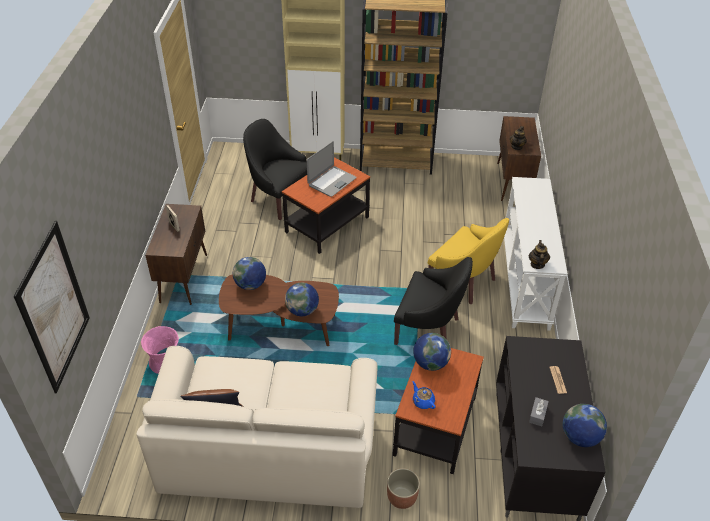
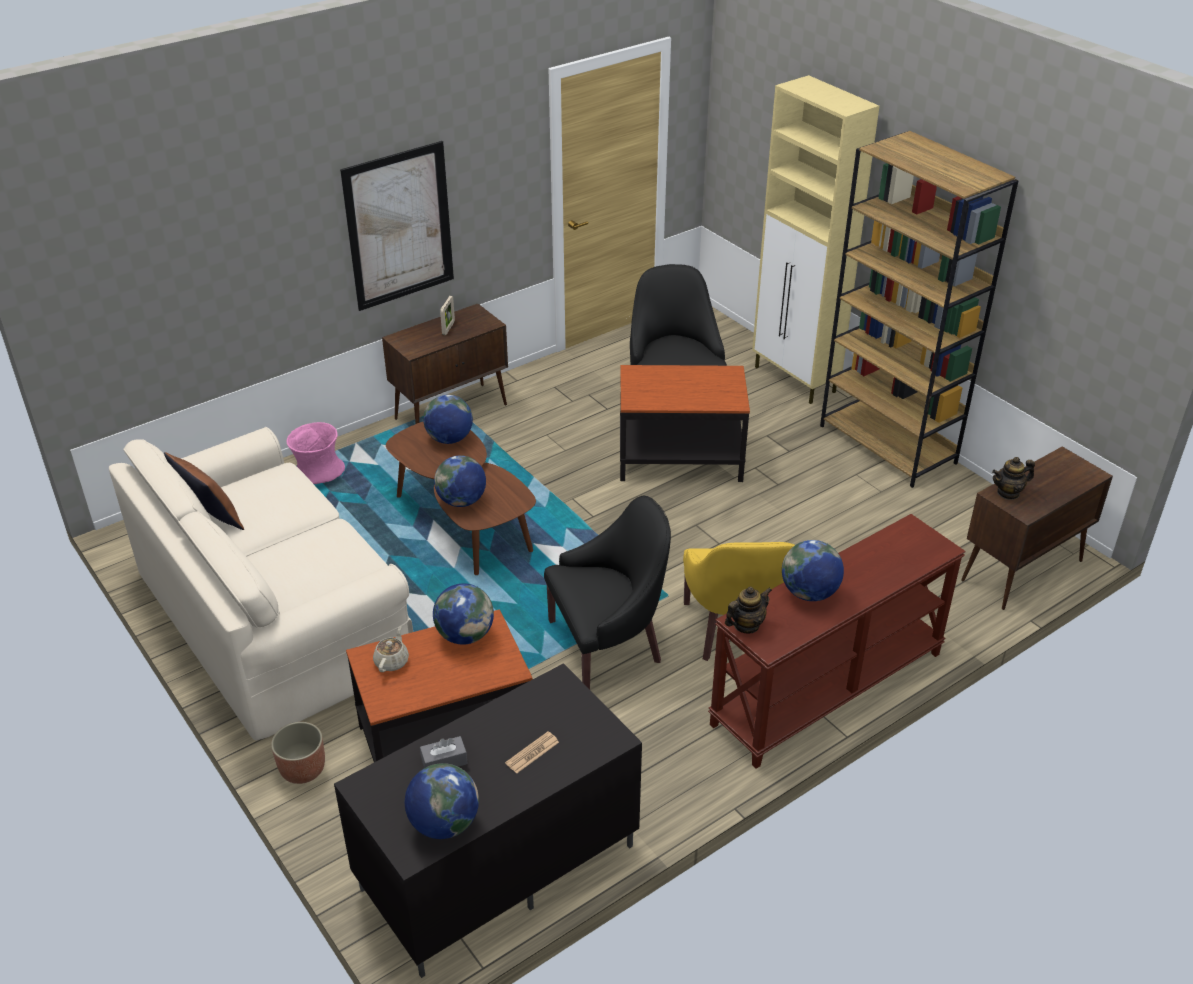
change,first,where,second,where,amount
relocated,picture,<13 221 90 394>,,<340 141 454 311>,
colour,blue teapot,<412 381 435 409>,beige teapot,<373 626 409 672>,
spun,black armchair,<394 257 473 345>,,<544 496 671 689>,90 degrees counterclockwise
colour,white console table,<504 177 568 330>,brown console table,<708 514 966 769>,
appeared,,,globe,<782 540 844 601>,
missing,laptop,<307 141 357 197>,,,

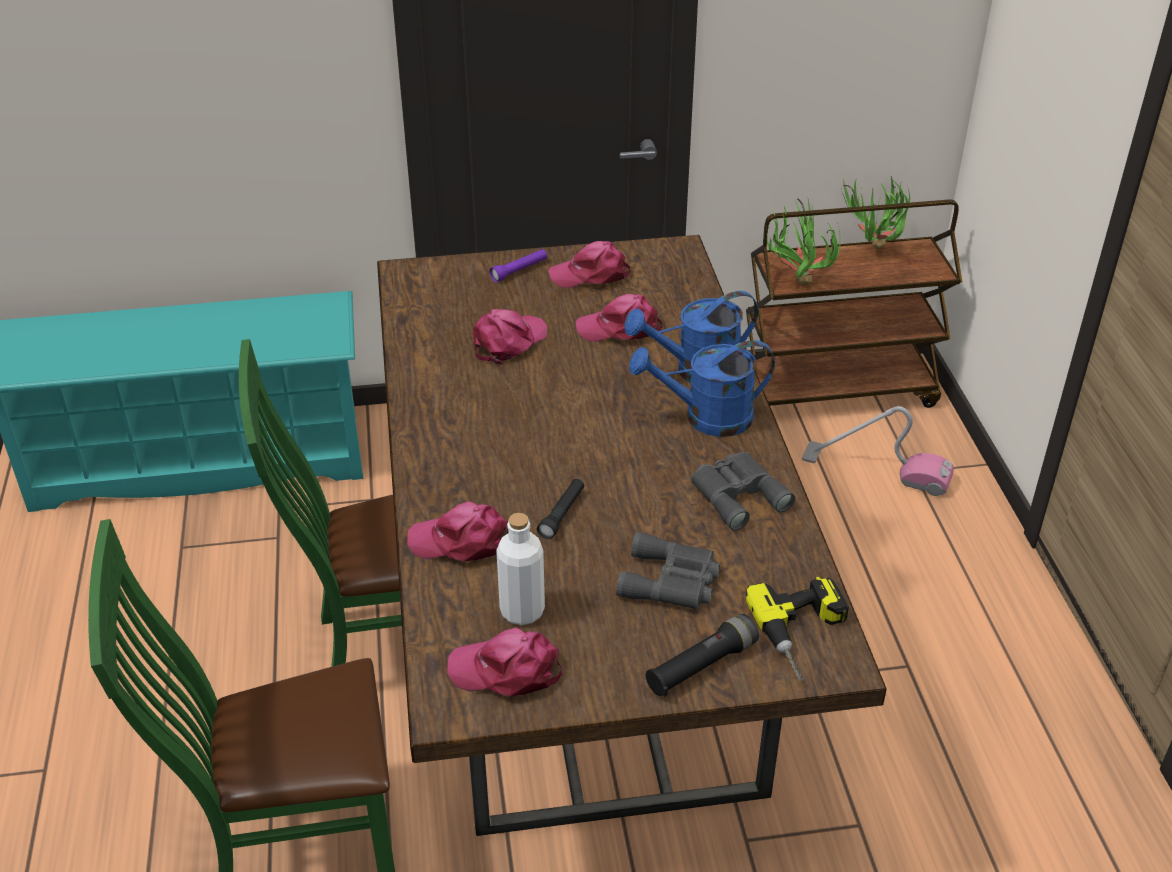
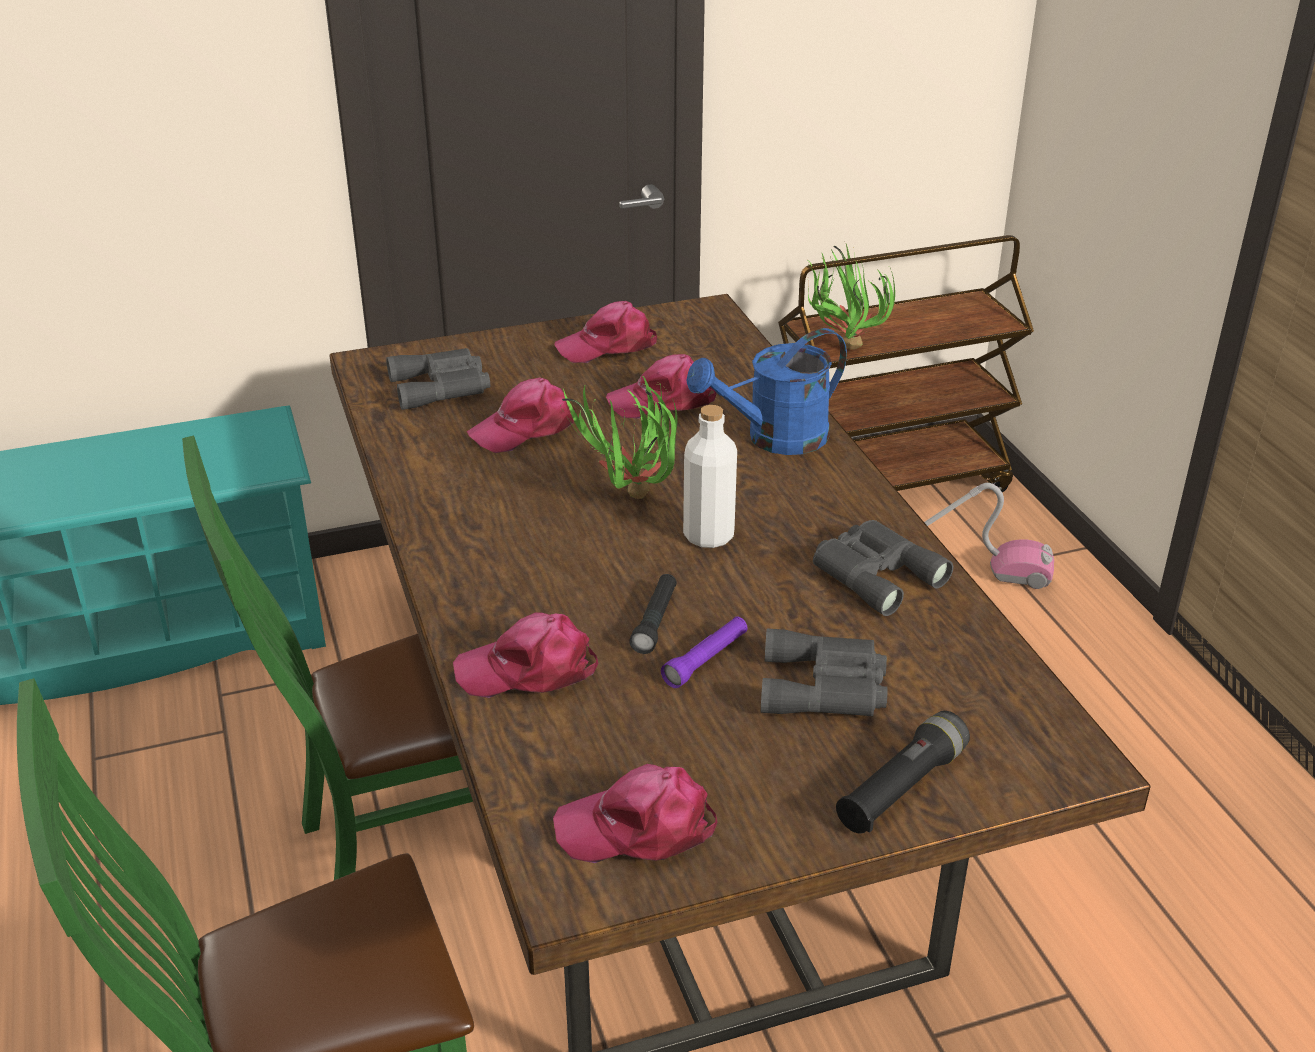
change,first,where,second,where,amount
appeared,,,grey binoculars,<386 348 490 410>,
spun,pink cap,<473 309 548 364>,,<467 377 575 453>,150 degrees counterclockwise
relocated,potted plant,<841 176 910 249>,,<560 376 678 499>,
relocated,purple flashlight,<490 249 547 282>,,<661 617 748 688>,
relocated,white bottle,<496 513 545 625>,,<683 405 737 548>,
missing,blue watering can,<629 340 775 437>,,,
missing,power drill,<746 577 849 681>,,,

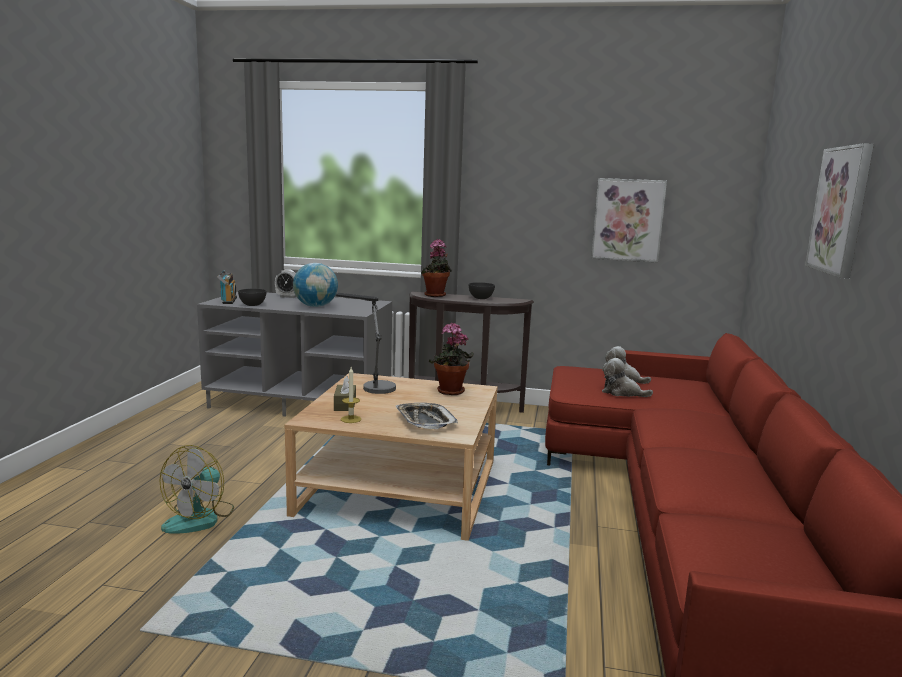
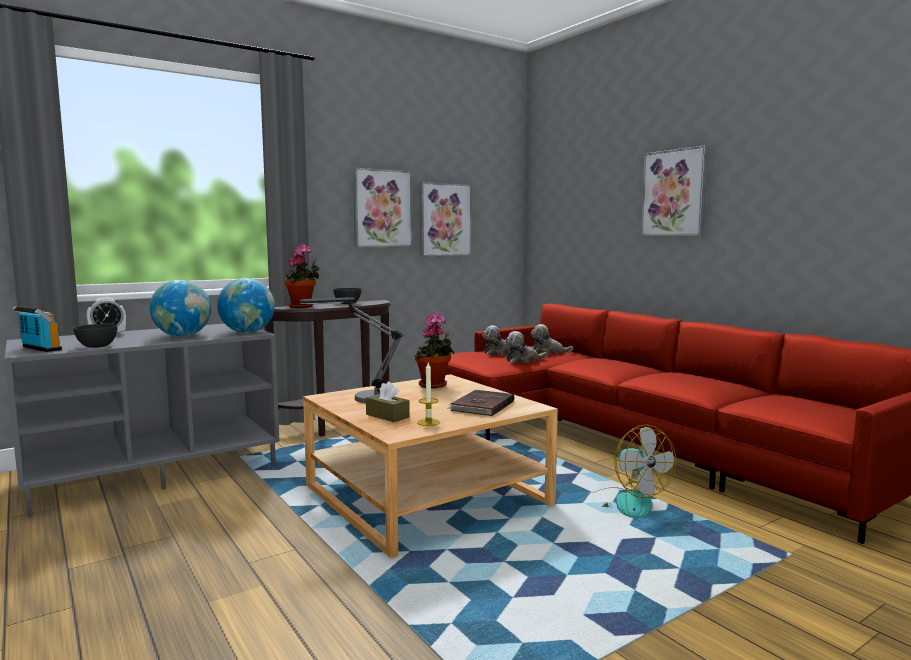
change,first,where,second,where,amount
appeared,,,globe,<217 278 275 333>,
appeared,,,picture,<353 168 412 248>,
exchanged,tray,<396 403 458 429>,brown book,<448 390 514 416>,
appeared,,,plush toy,<531 324 573 354>,
relocated,fan,<159 445 234 534>,,<591 425 676 518>,

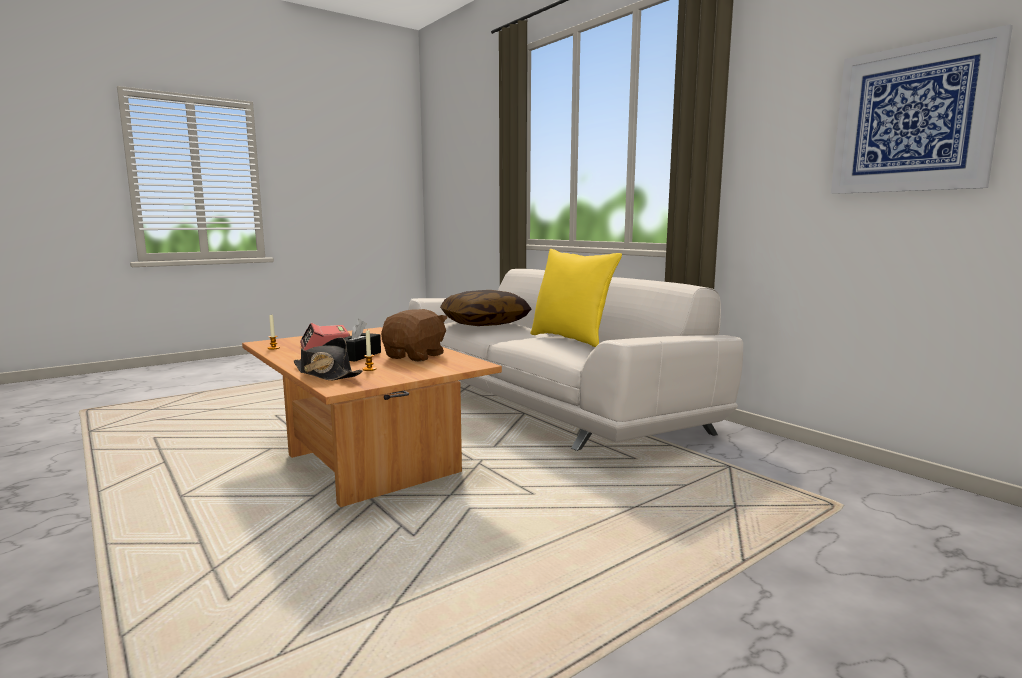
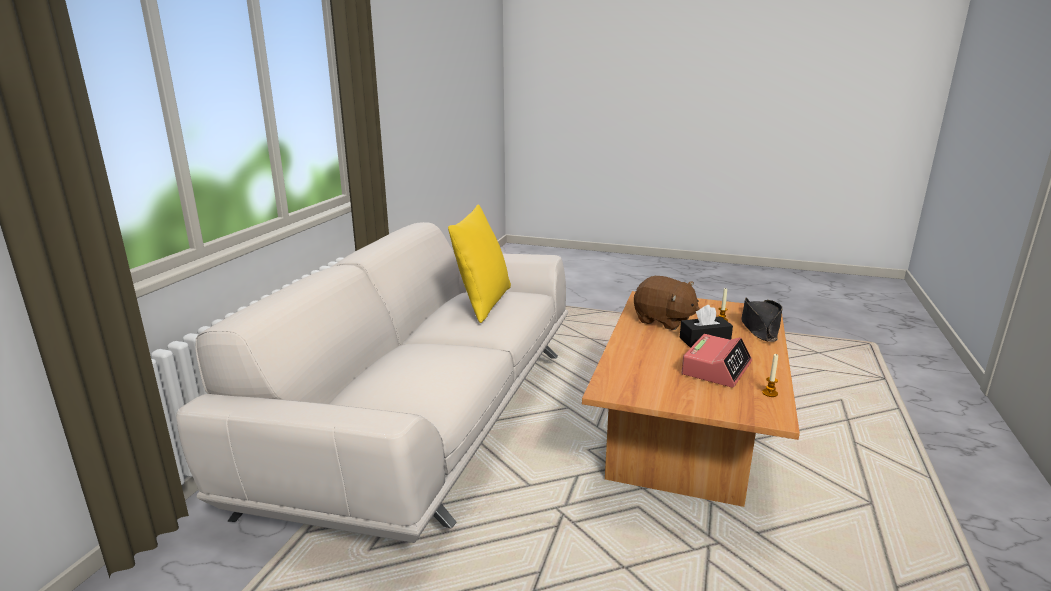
change,first,where,second,where,amount
spun,brown plush toy,<381 309 447 362>,,<634 276 700 330>,135 degrees counterclockwise
missing,pillow,<440 290 531 326>,,,
missing,picture,<831 24 1013 194>,,,

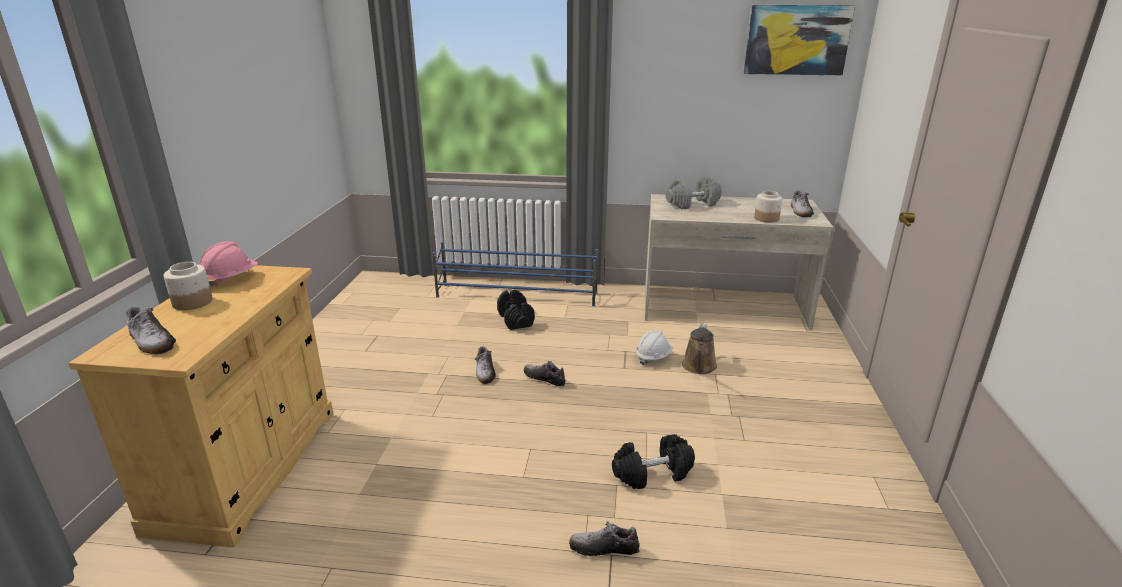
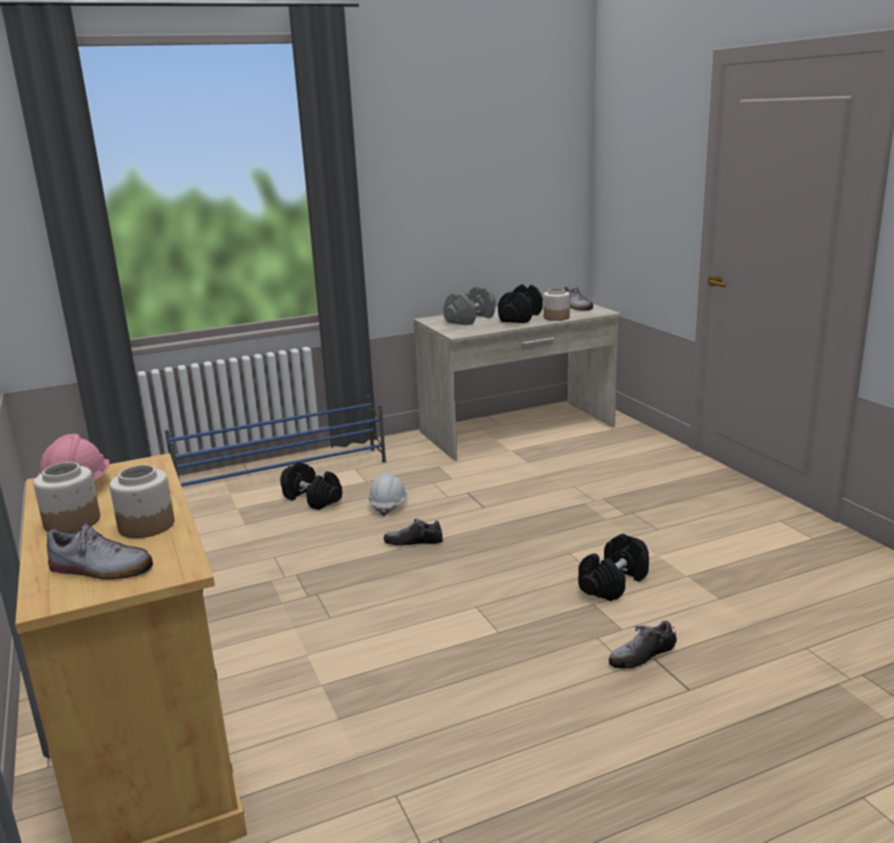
change,first,where,second,where,amount
appeared,,,jar,<109 465 174 538>,
relocated,white hard hat,<636 330 673 365>,,<368 472 408 516>,
appeared,,,black dumbbell,<498 284 543 323>,
missing,shoe,<475 346 496 384>,,,
missing,brown watering can,<682 324 717 374>,,,
missing,picture,<744 5 855 75>,,,

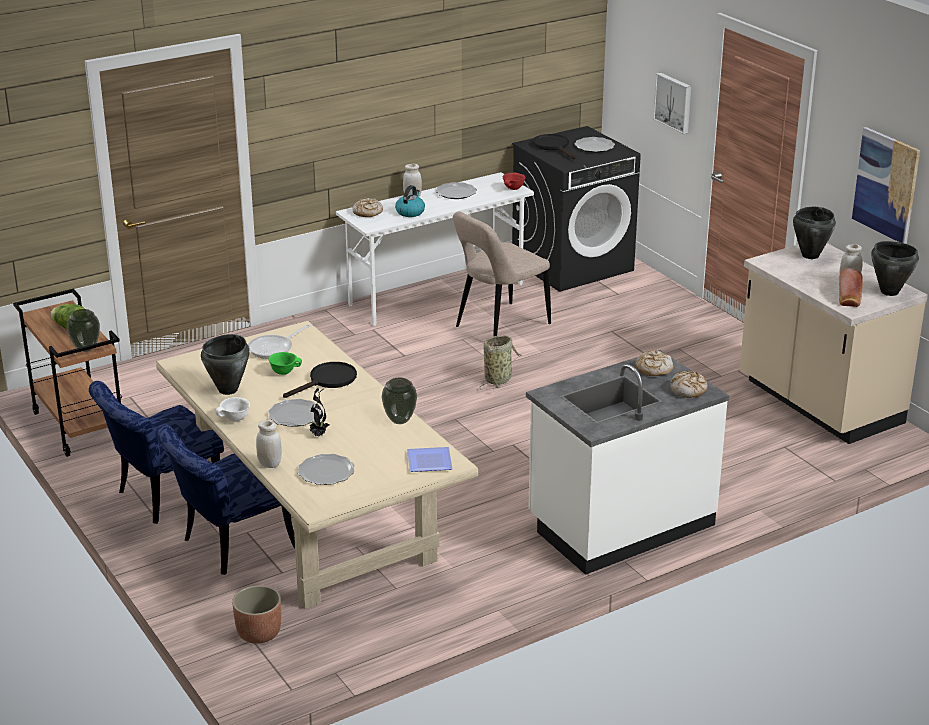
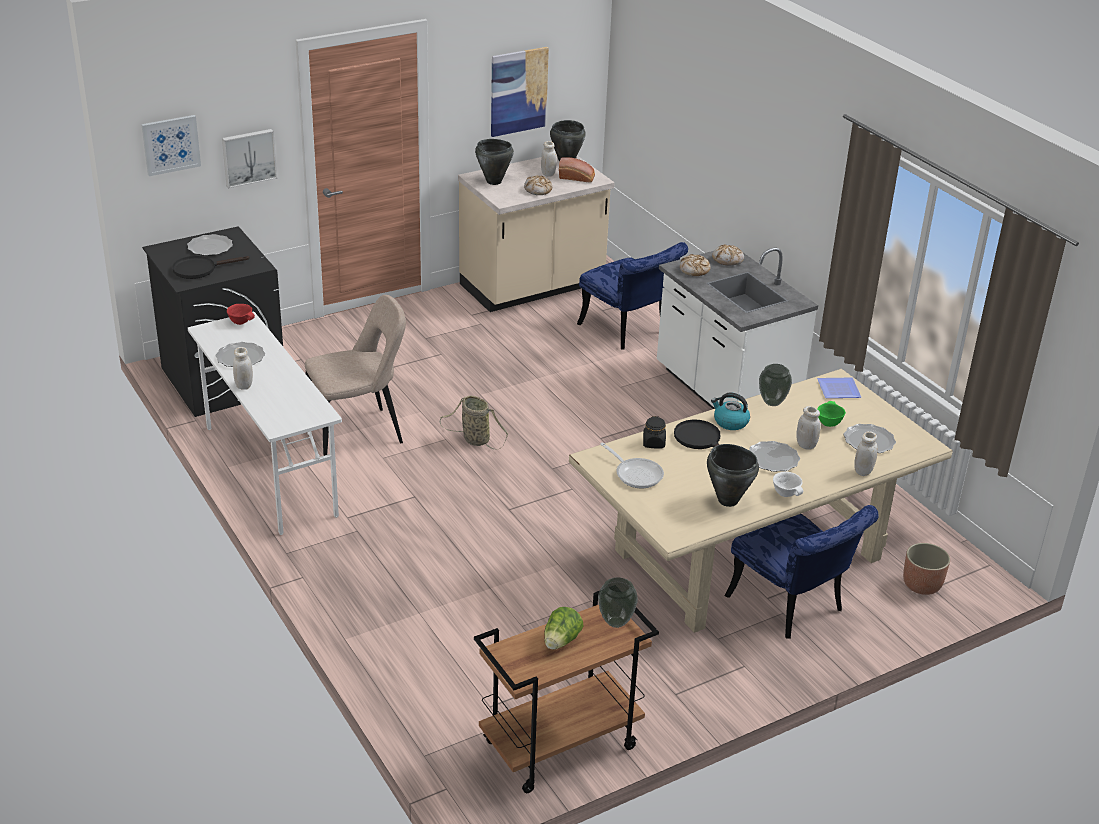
change,first,where,second,where,amount
appeared,,,picture,<141 115 201 176>,
spun,beige chair,<453 211 551 336>,,<305 295 406 456>,75 degrees counterclockwise
relocated,bread,<352 198 383 217>,,<524 175 552 195>,
relocated,blue chair,<89 381 224 524>,,<577 242 688 350>,
appeared,,,black jar,<643 416 666 449>,
relocated,kettle,<395 185 425 217>,,<711 393 750 430>,
exchanged,potted plant,<310 387 329 437>,white jar,<796 406 821 450>,
relocated,green bowl,<269 352 302 375>,,<817 401 846 427>,

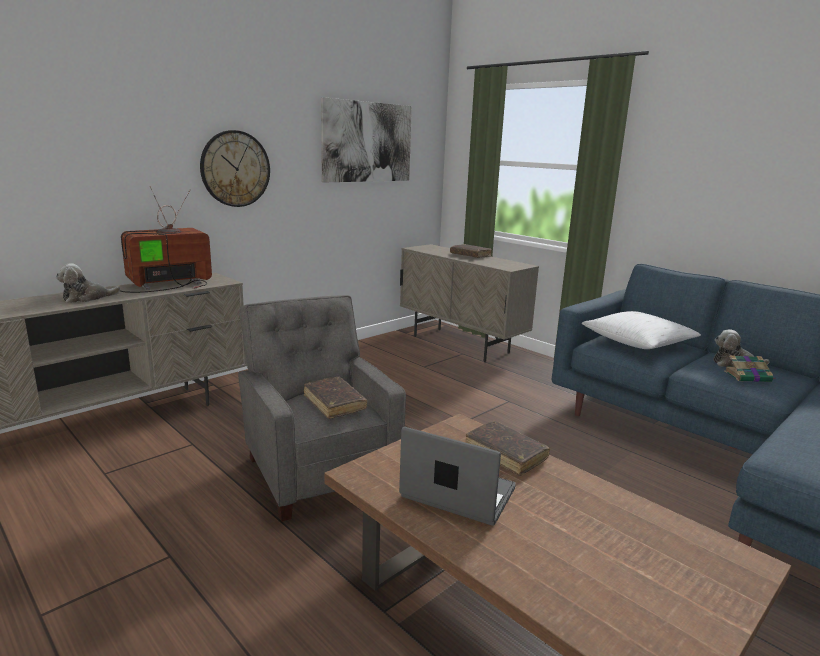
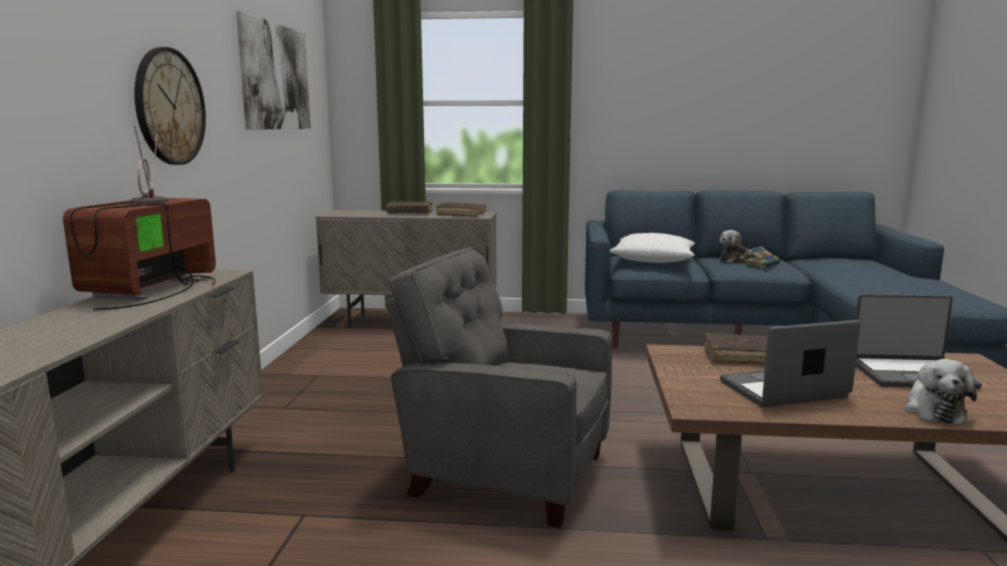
change,first,where,second,where,amount
relocated,brown book,<304 377 367 419>,,<436 202 486 217>,
appeared,,,laptop,<855 294 982 389>,
relocated,plush toy,<56 263 121 303>,,<905 359 977 425>,

